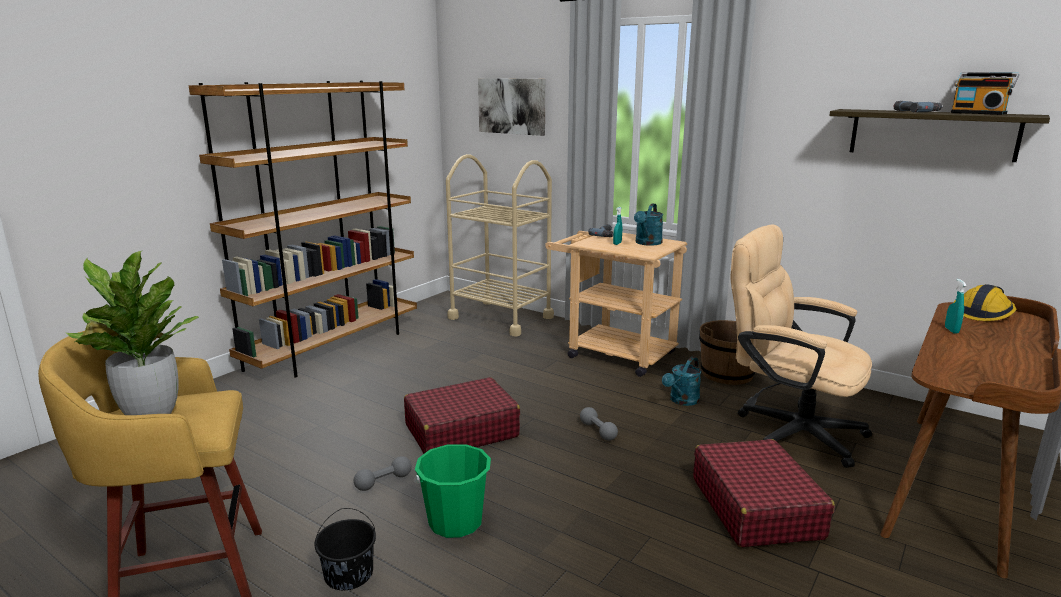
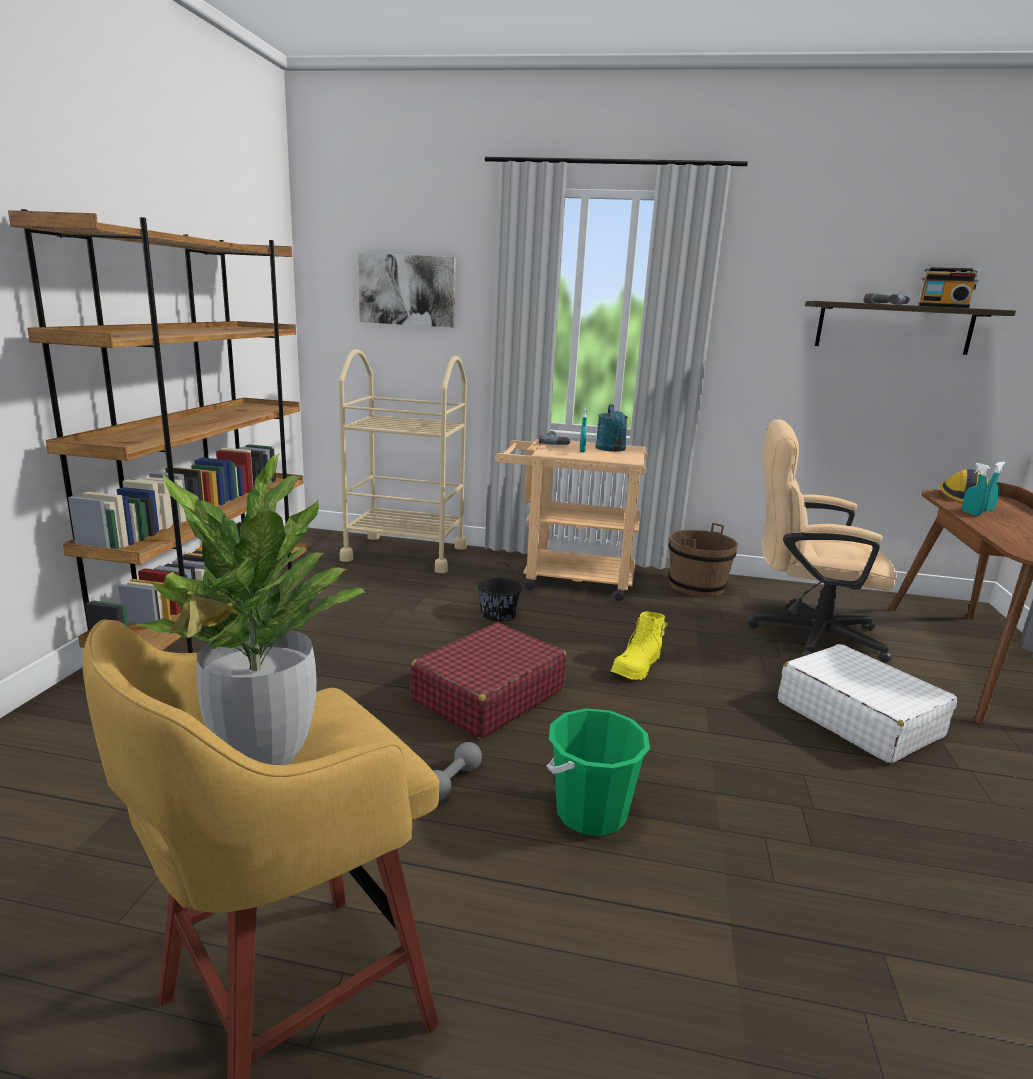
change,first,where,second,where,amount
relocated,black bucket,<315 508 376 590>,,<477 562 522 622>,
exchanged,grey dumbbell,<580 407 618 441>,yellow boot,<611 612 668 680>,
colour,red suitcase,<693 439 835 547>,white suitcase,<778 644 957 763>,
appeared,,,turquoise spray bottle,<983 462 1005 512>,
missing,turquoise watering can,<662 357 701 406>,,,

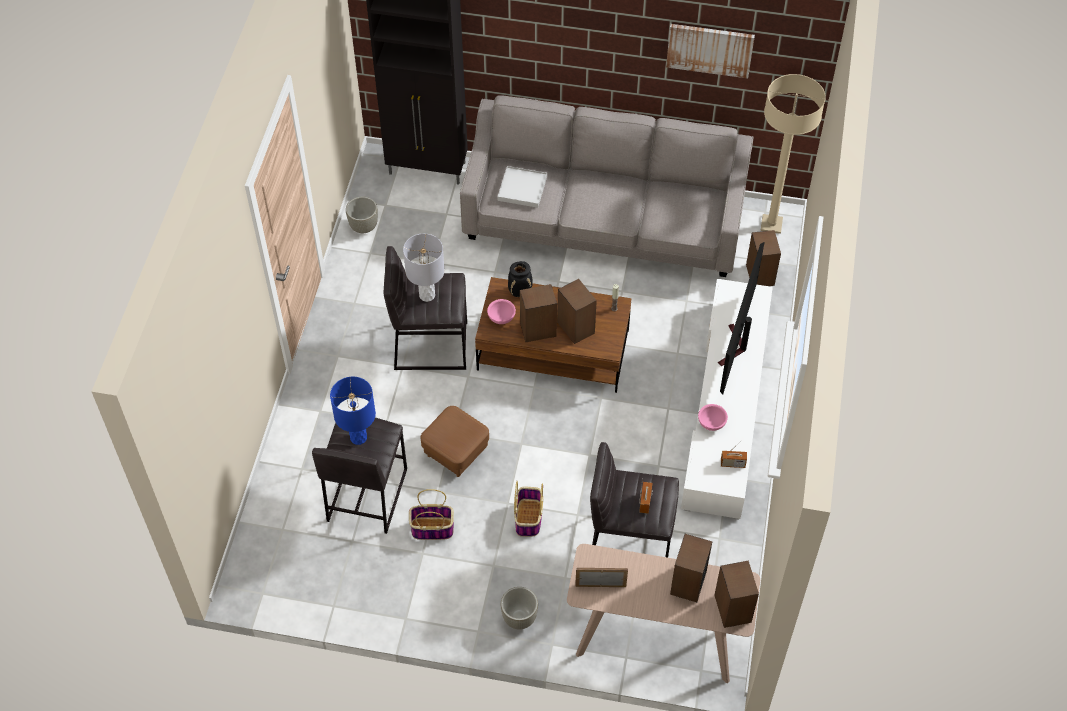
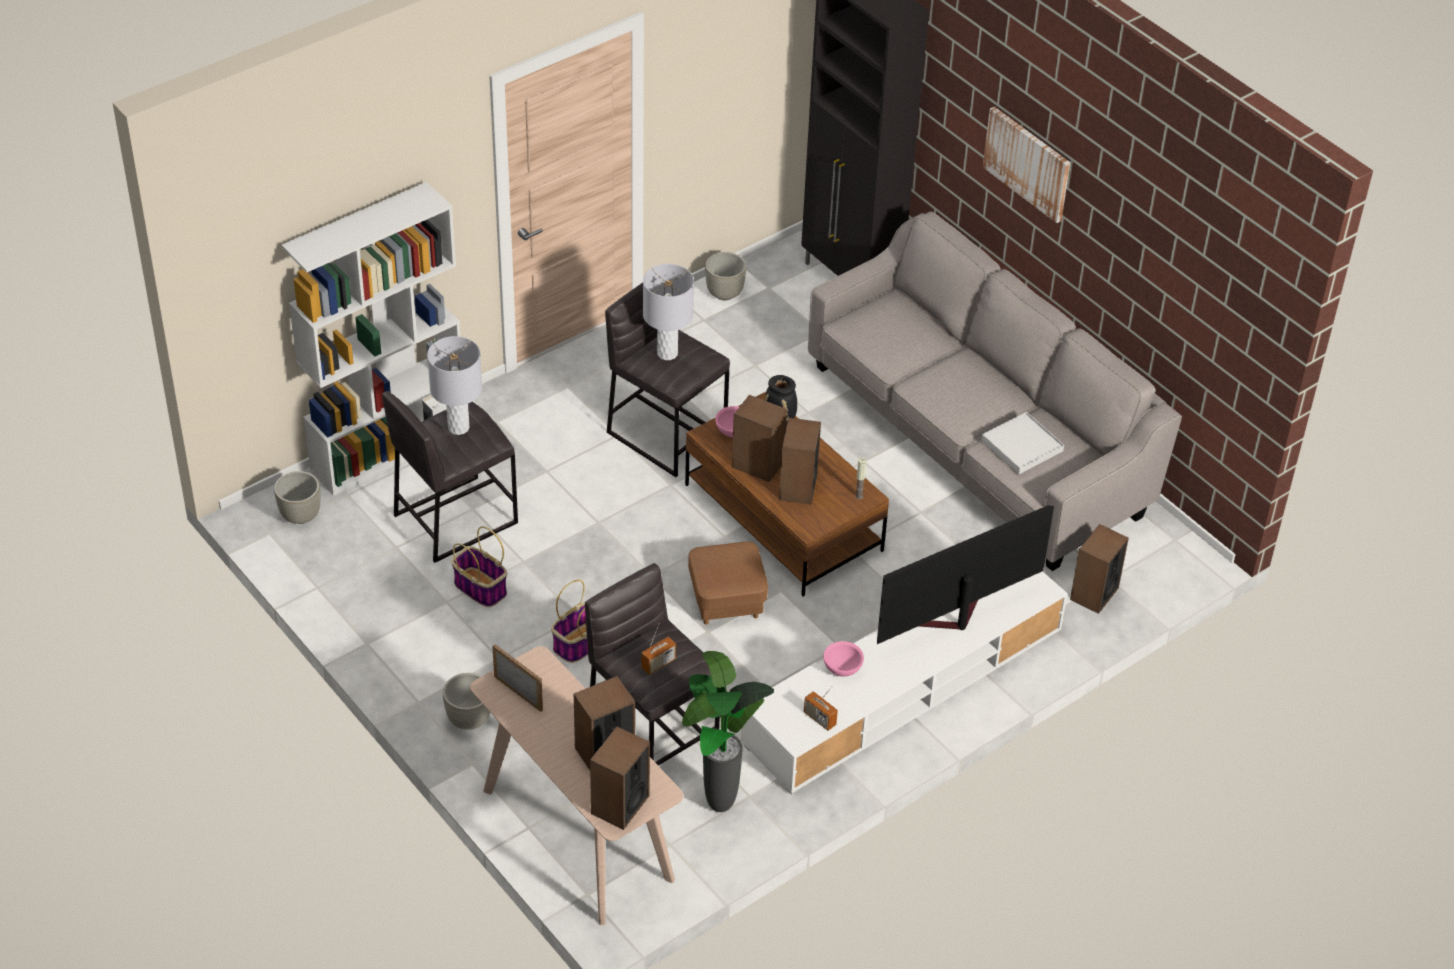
change,first,where,second,where,amount
appeared,,,grey planter,<274 471 321 524>,
appeared,,,white bookcase,<282 182 460 496>,
colour,blue table lamp,<330 377 376 445>,grey table lamp,<427 336 482 435>,
appeared,,,potted plant,<682 651 774 812>,
relocated,brown ottoman,<421 406 489 477>,,<688 541 768 625>,
relocated,white tray,<498 166 547 208>,,<981 412 1064 474>,
relocated,picture,<666 24 755 78>,,<983 107 1070 223>,
missing,beige floor lamp,<760 74 826 234>,,,

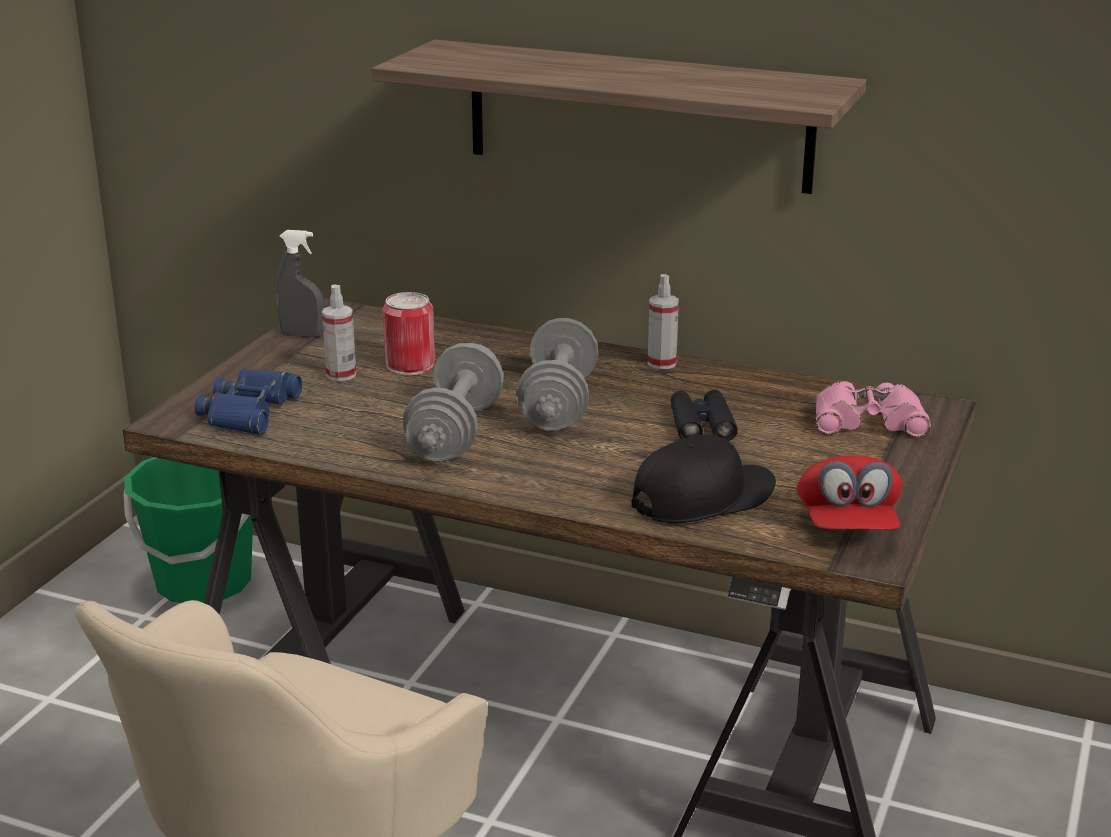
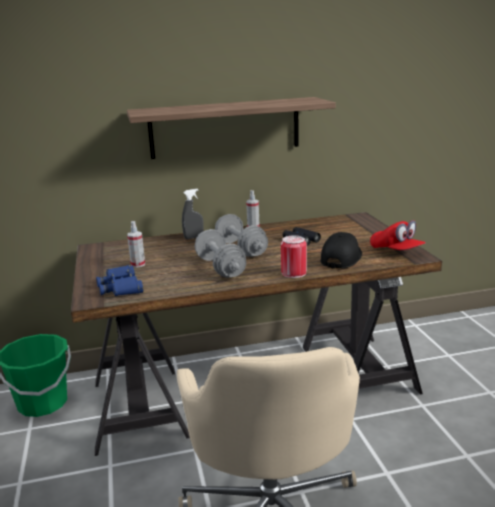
change,first,where,second,where,amount
relocated,grey spray bottle,<276 230 324 338>,,<182 189 204 239>,
relocated,can,<383 292 435 375>,,<281 235 307 278>,
missing,pink binoculars,<815 381 931 438>,,,

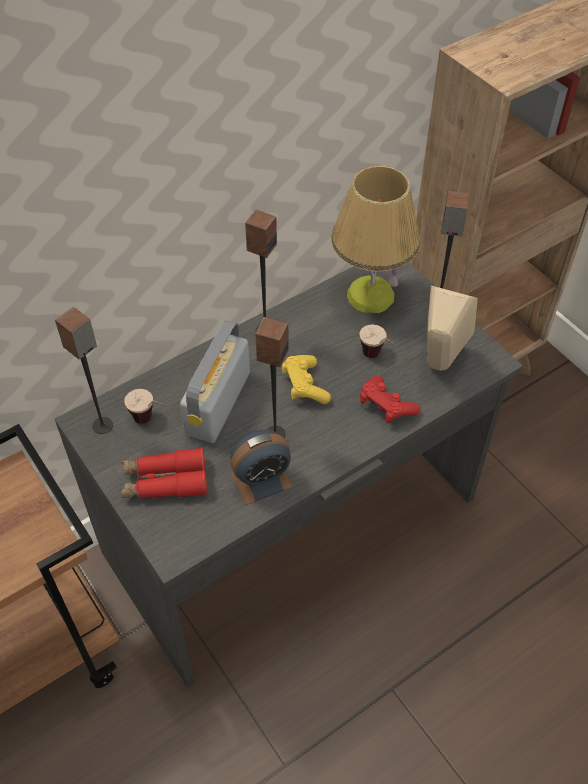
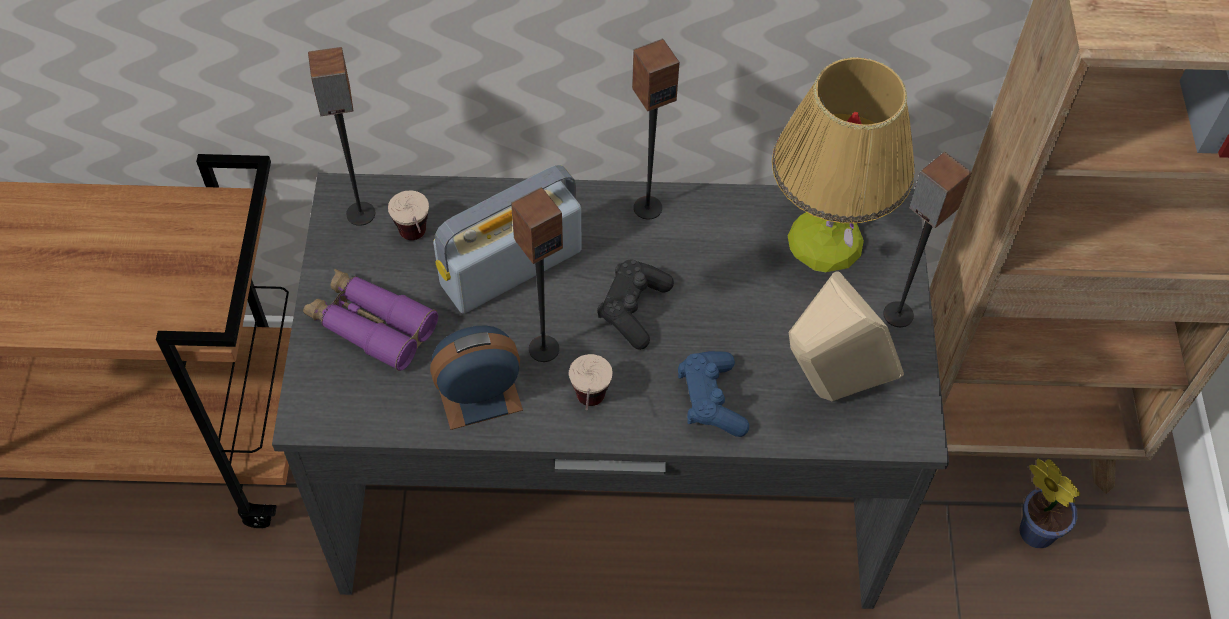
change,first,where,second,where,amount
colour,red binoculars,<121 447 207 498>,purple binoculars,<303 269 438 371>,
spun,alarm clock,<230 429 293 505>,,<430 325 523 430>,150 degrees clockwise
relocated,cup,<359 325 397 358>,,<569 354 613 411>,
colour,yellow game controller,<282 355 331 404>,black game controller,<597 259 674 350>,
colour,red game controller,<360 376 420 424>,blue game controller,<678 351 749 437>,
appeared,,,potted plant,<1019 459 1080 548>,

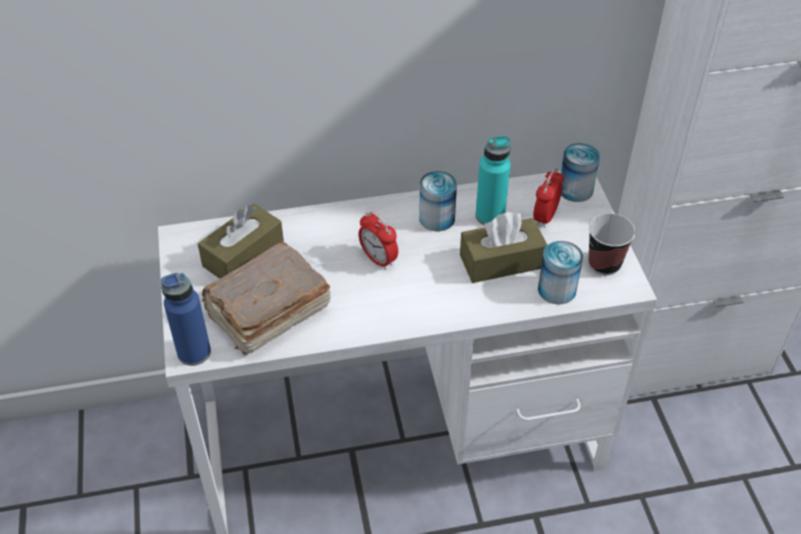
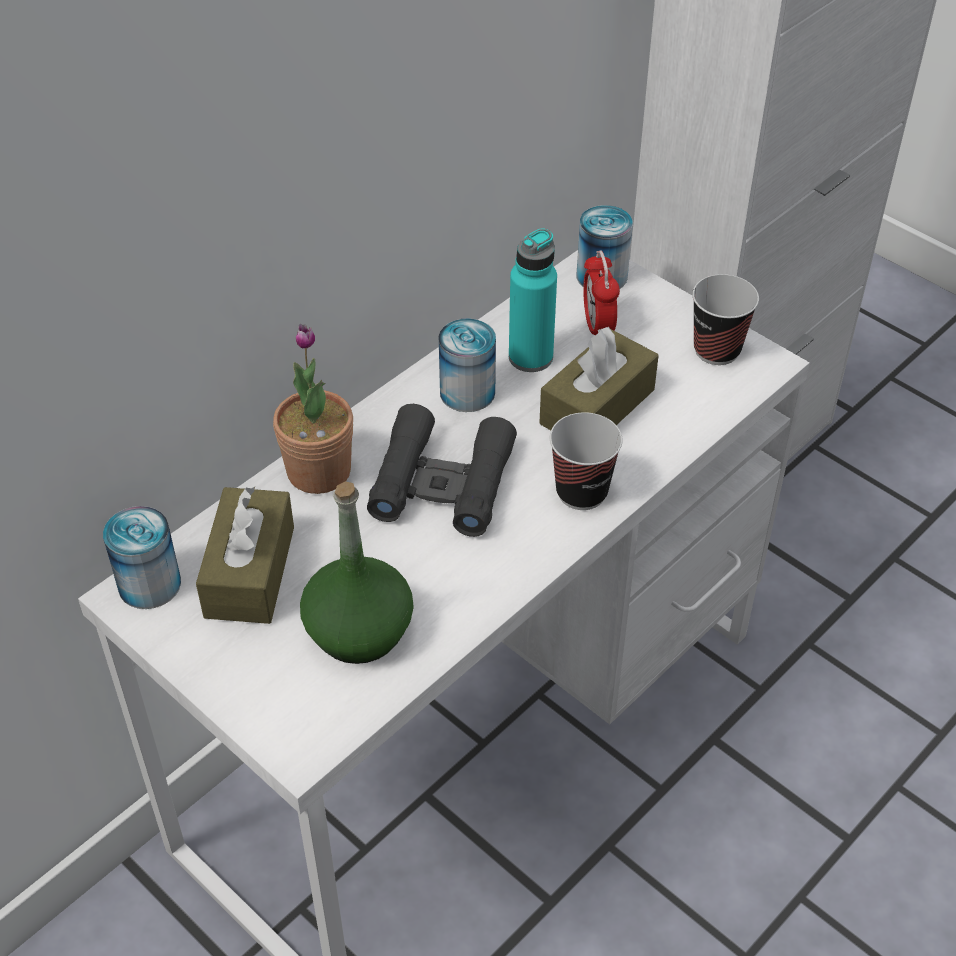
change,first,where,second,where,amount
relocated,can,<538 241 583 304>,,<103 506 181 609>,
appeared,,,potted plant,<273 324 353 494>,
exchanged,brown book,<201 241 331 355>,green bottle,<300 481 414 664>,
exchanged,alarm clock,<358 211 398 270>,black binoculars,<367 404 517 537>,
appeared,,,cup,<550 412 623 510>,
missing,blue bottle,<161 273 211 366>,,,

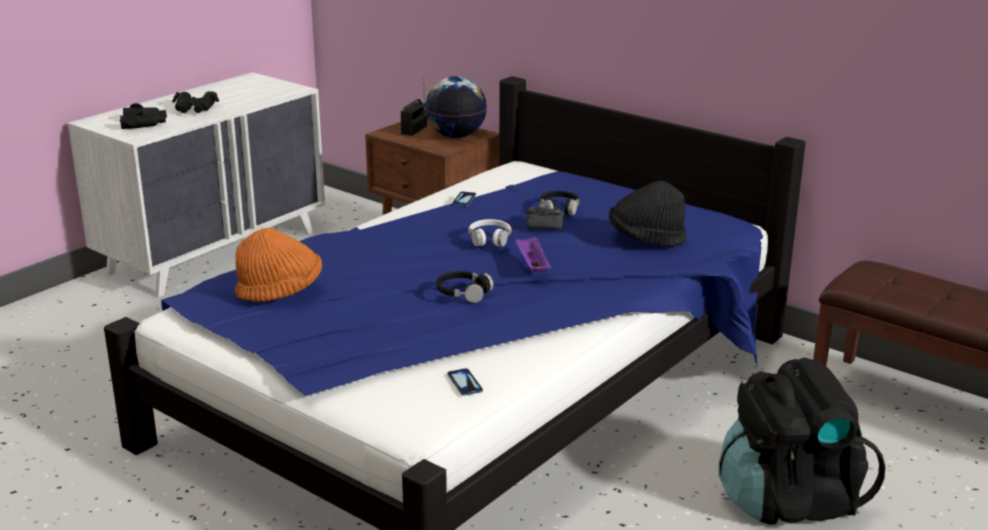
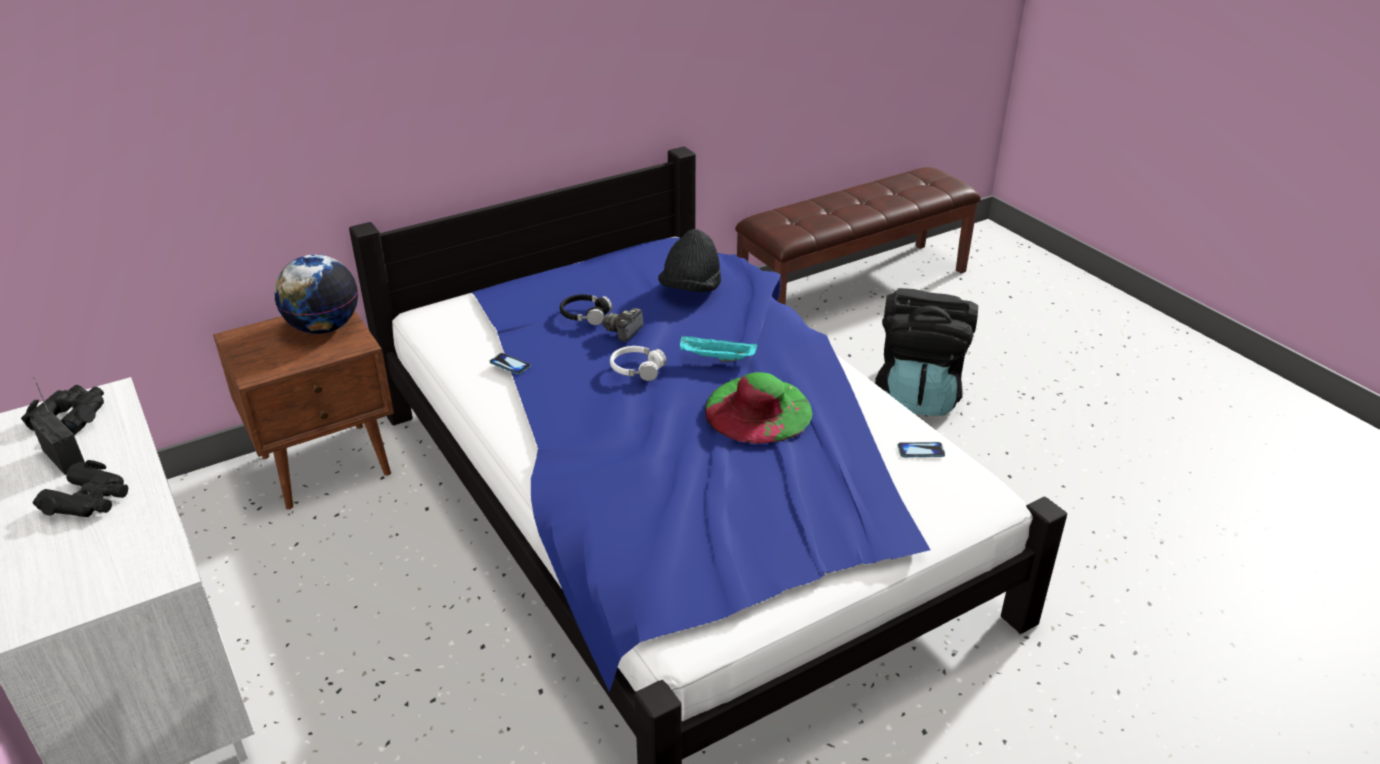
change,first,where,second,where,amount
relocated,black binoculars,<120 103 167 129>,,<21 385 104 435>,
relocated,radio,<401 78 427 136>,,<30 377 85 475>,
colour,purple tray,<515 236 551 272>,turquoise tray,<680 336 757 362>,
exchanged,black headphones,<436 271 494 303>,green hat,<705 372 813 444>,
missing,orange hat,<235 228 322 302>,,,

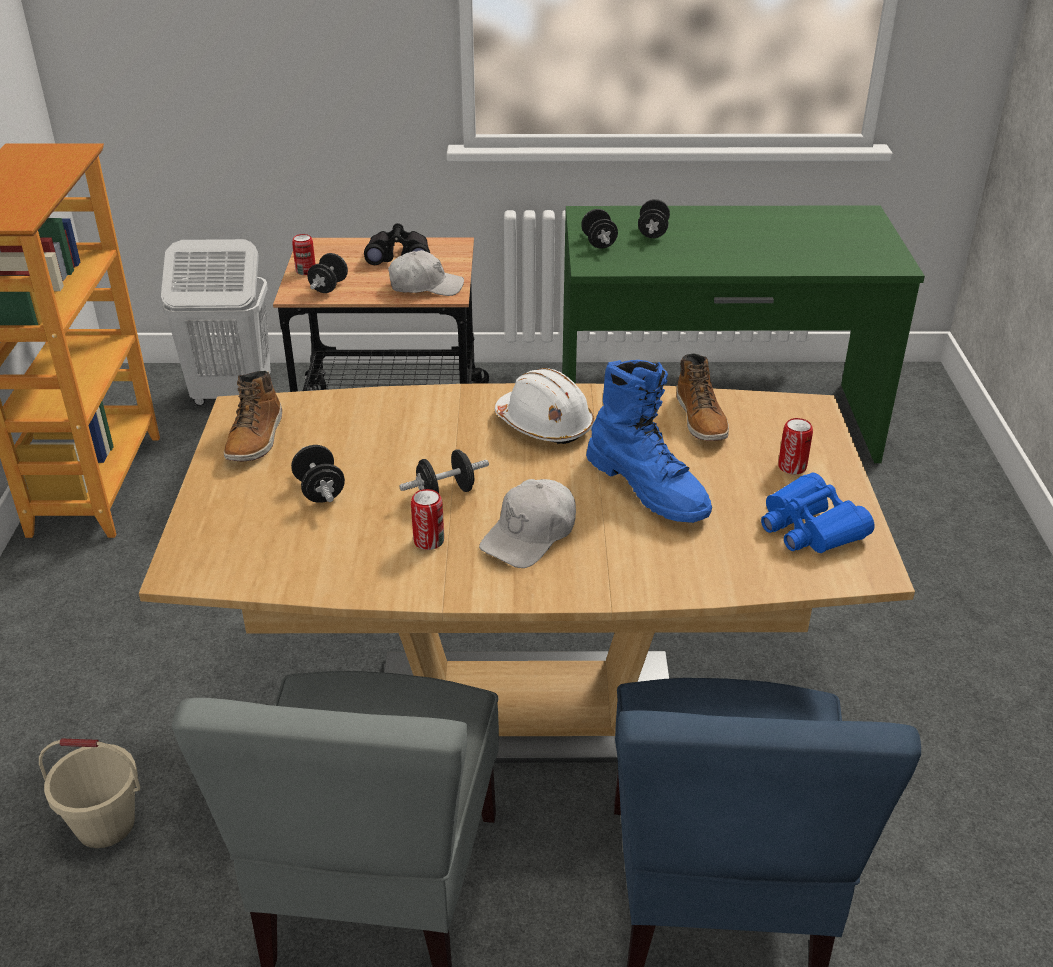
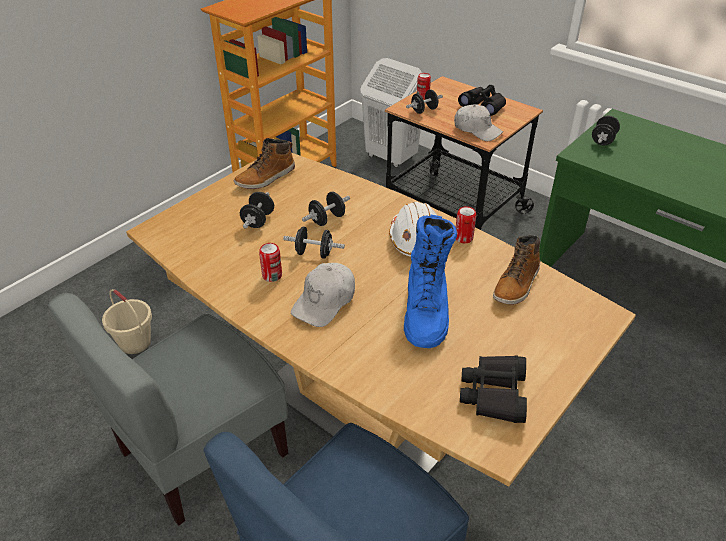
change,first,where,second,where,amount
spun,white cap,<479 479 576 568>,,<291 263 355 327>,45 degrees counterclockwise
relocated,black dumbbell,<638 199 670 238>,,<302 192 350 226>,
relocated,can,<778 418 813 474>,,<456 206 476 243>,
colour,blue binoculars,<761 473 874 553>,black binoculars,<460 355 527 423>,

